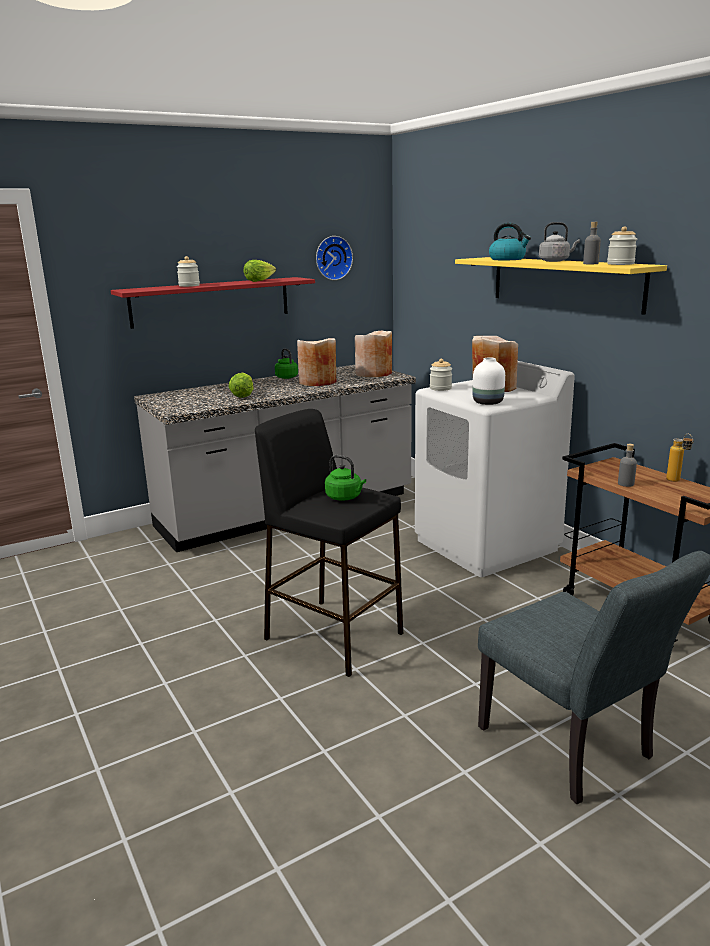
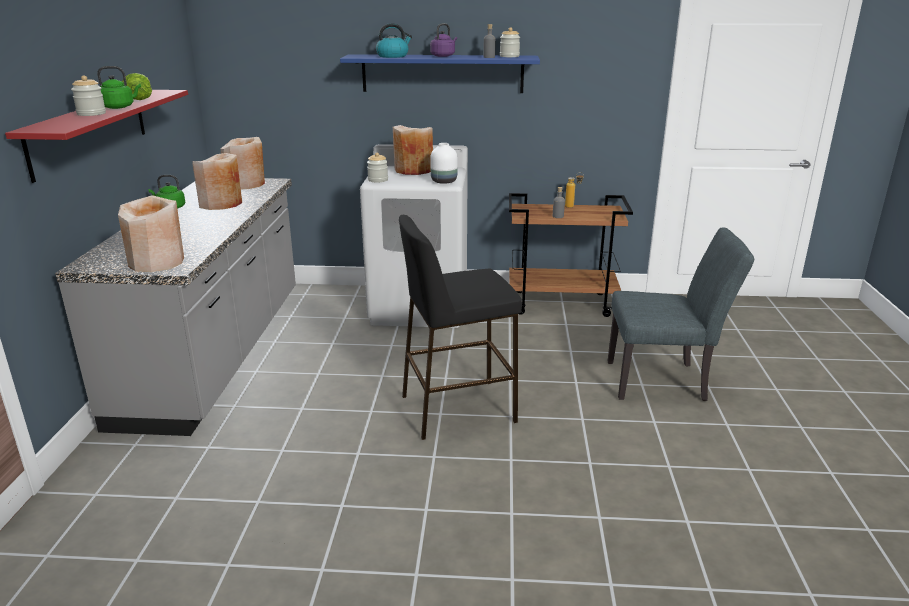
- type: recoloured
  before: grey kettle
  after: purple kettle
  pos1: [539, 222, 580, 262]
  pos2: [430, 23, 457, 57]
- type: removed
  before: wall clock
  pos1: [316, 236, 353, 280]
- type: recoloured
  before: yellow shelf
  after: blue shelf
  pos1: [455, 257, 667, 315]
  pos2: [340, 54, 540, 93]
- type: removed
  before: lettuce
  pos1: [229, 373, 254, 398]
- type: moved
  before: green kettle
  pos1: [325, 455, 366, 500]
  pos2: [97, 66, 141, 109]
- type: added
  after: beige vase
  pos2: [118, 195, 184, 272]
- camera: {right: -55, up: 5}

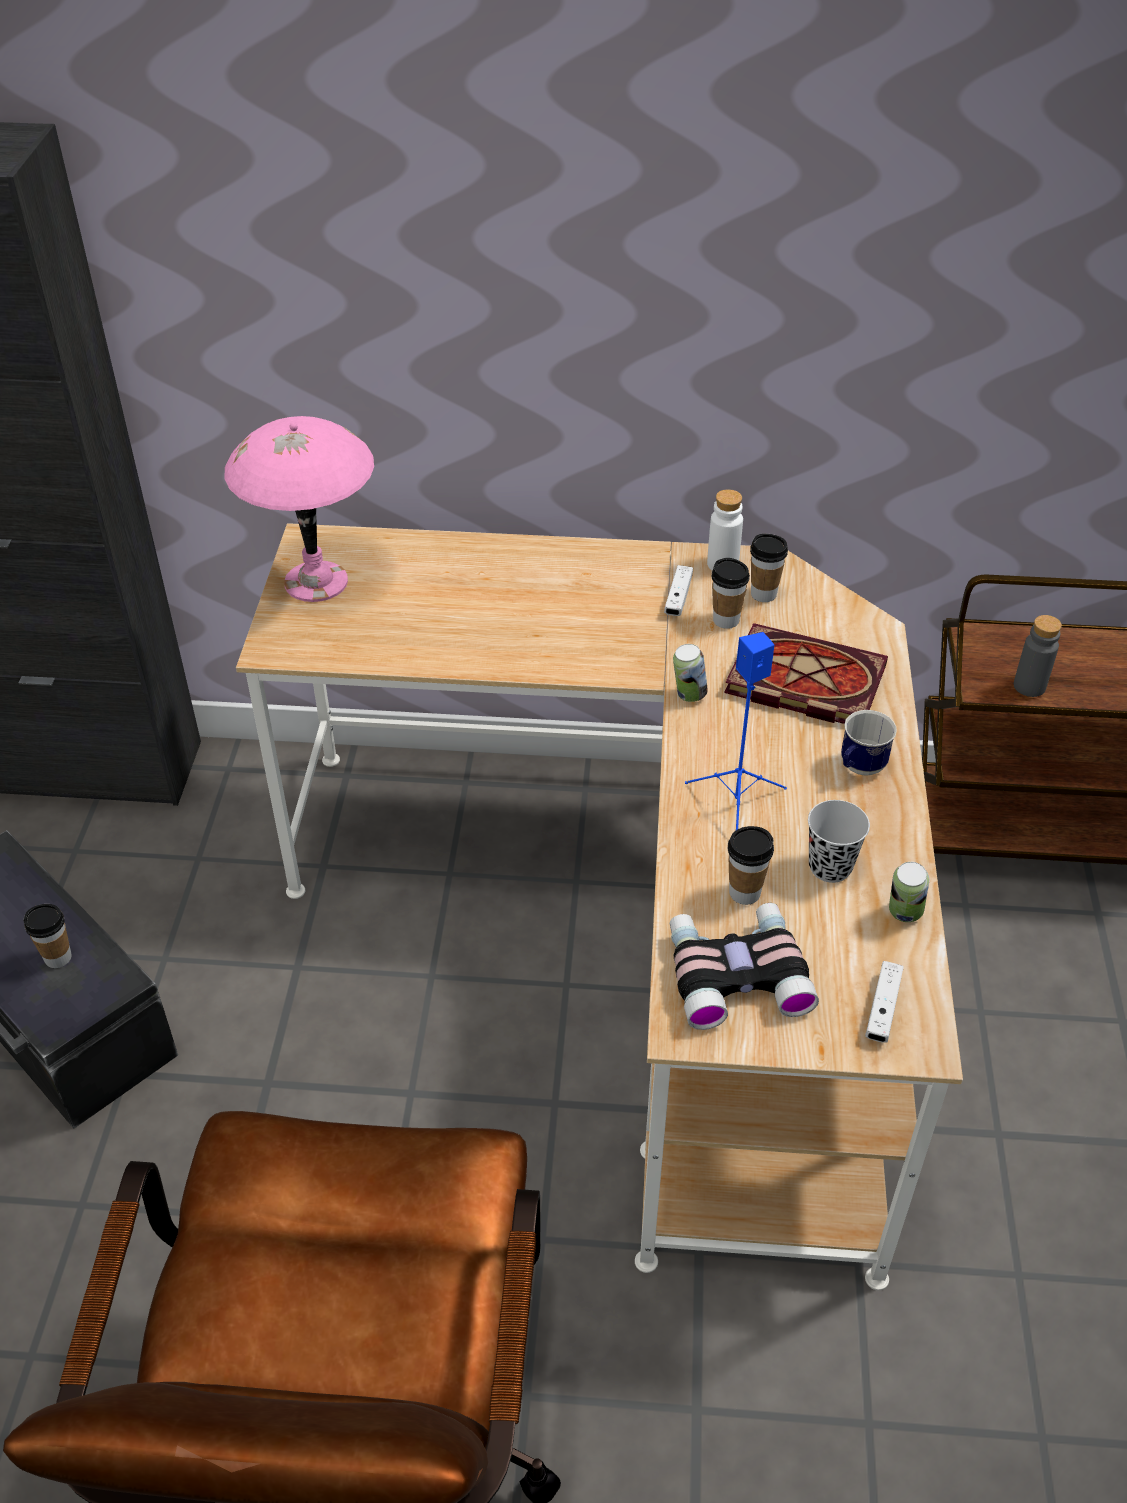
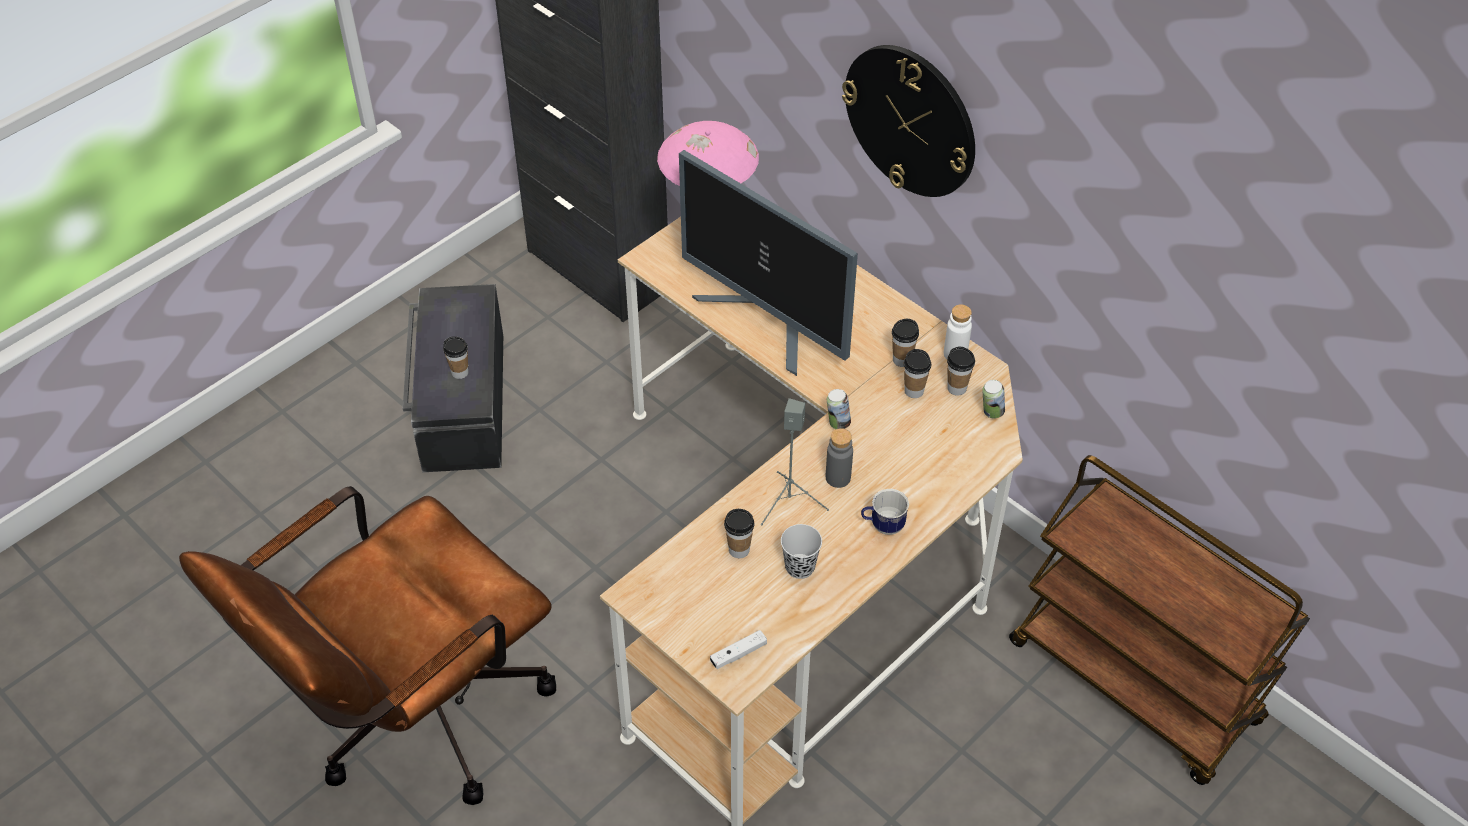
- type: replaced
  before: white game controller
  after: cup
  pos1: [664, 565, 693, 616]
  pos2: [892, 319, 919, 367]
- type: moved
  before: grey bottle
  pos1: [1014, 615, 1062, 697]
  pos2: [826, 428, 853, 488]
- type: removed
  before: book
  pos1: [725, 623, 888, 724]
- type: recoloured
  before: blue speaker
  after: grey speaker
  pos1: [685, 632, 787, 830]
  pos2: [761, 398, 829, 526]
- type: moved
  before: can
  pos1: [889, 862, 929, 922]
  pos2: [982, 380, 1005, 418]
- type: removed
  before: binoculars
  pos1: [670, 903, 819, 1030]
- type: added
  after: wall clock
  pos2: [842, 45, 975, 197]
- type: added
  after: monitor
  pos2: [679, 150, 858, 376]
- camera: {right: 40, up: 5}

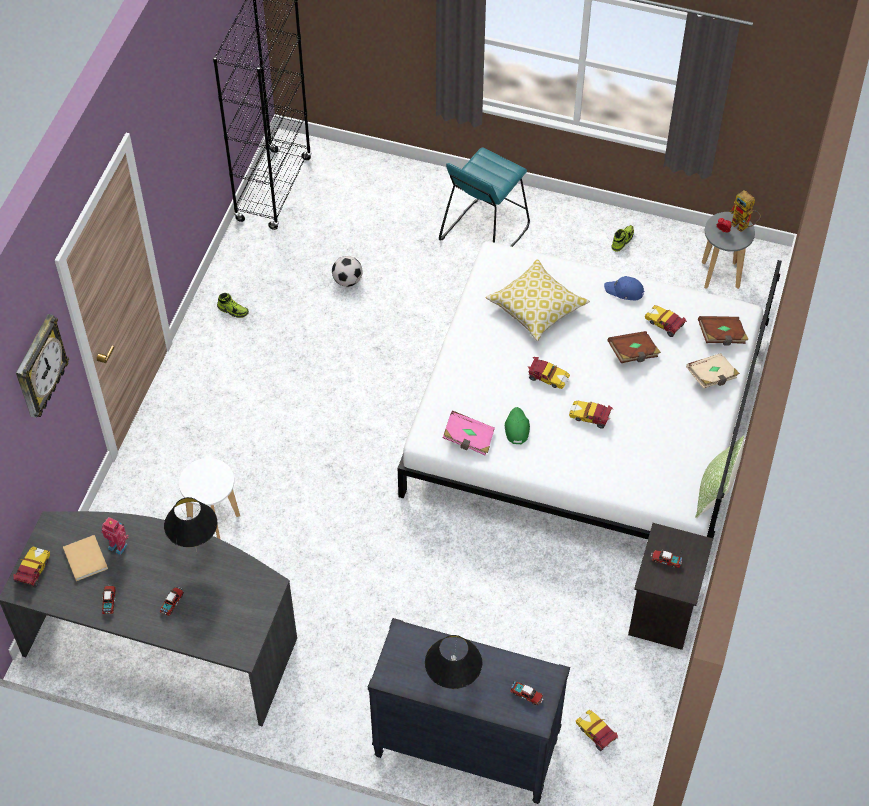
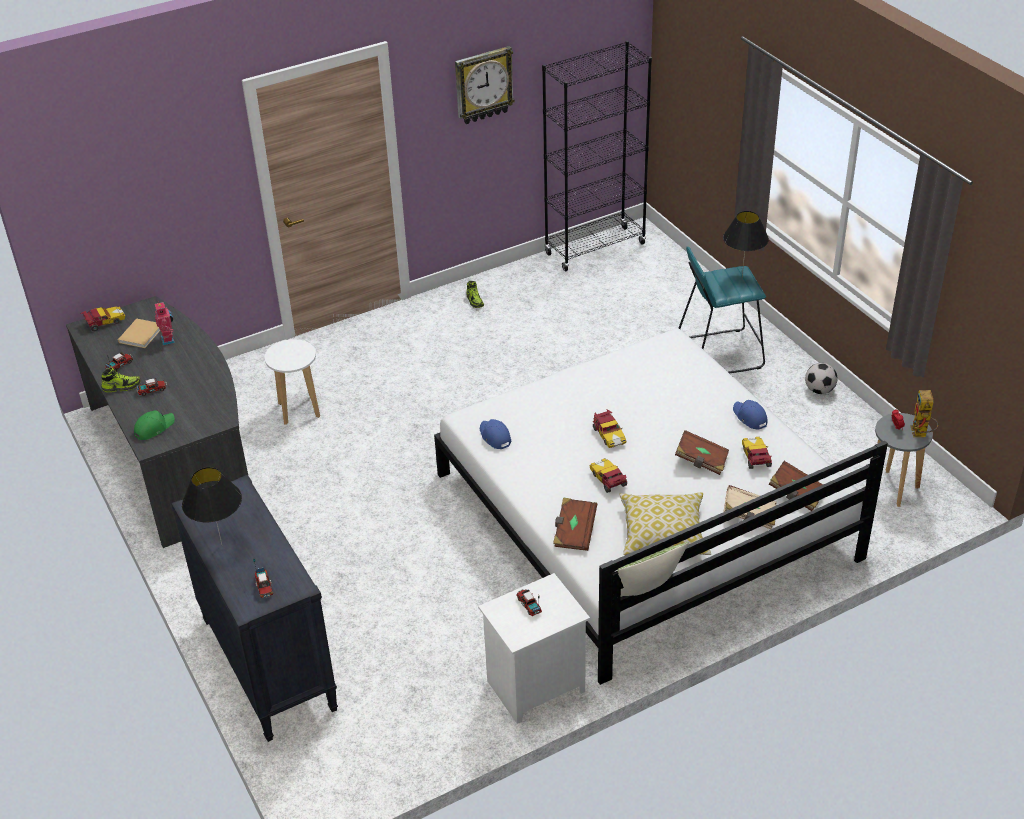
- type: moved
  before: shoe
  pos1: [611, 225, 634, 252]
  pos2: [101, 367, 141, 392]
- type: moved
  before: football
  pos1: [332, 256, 362, 287]
  pos2: [805, 363, 838, 394]
- type: moved
  before: pillow
  pos1: [486, 259, 590, 341]
  pos2: [620, 493, 711, 555]
- type: moved
  before: wall clock
  pos1: [16, 314, 69, 418]
  pos2: [455, 46, 515, 124]
- type: moved
  before: green cap
  pos1: [505, 407, 530, 444]
  pos2: [134, 410, 175, 440]
- type: replaced
  before: pink book
  after: blue cap
  pos1: [443, 410, 495, 455]
  pos2: [480, 419, 511, 449]
- type: moved
  before: black table lamp
  pos1: [164, 497, 217, 552]
  pos2: [723, 211, 769, 278]
- type: recoloured
  before: black nightstand
  after: white nightstand
  pos1: [628, 523, 713, 650]
  pos2: [478, 573, 590, 724]
- type: removed
  before: toy car
  pos1: [576, 710, 618, 751]
- type: added
  after: brown book
  pos2: [553, 497, 597, 551]
- camera: {right: 45, up: -15}

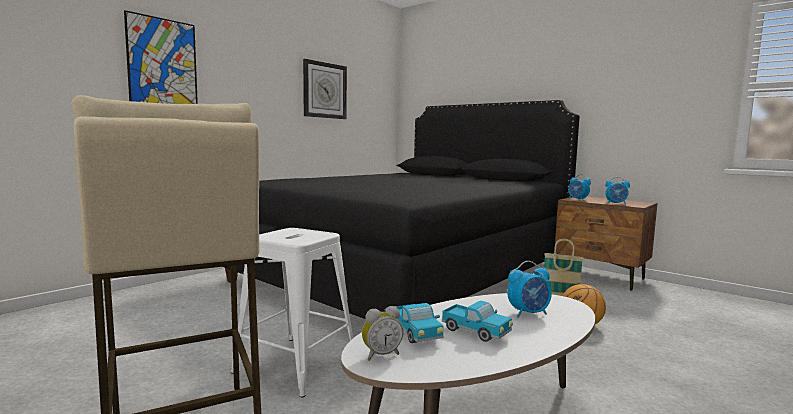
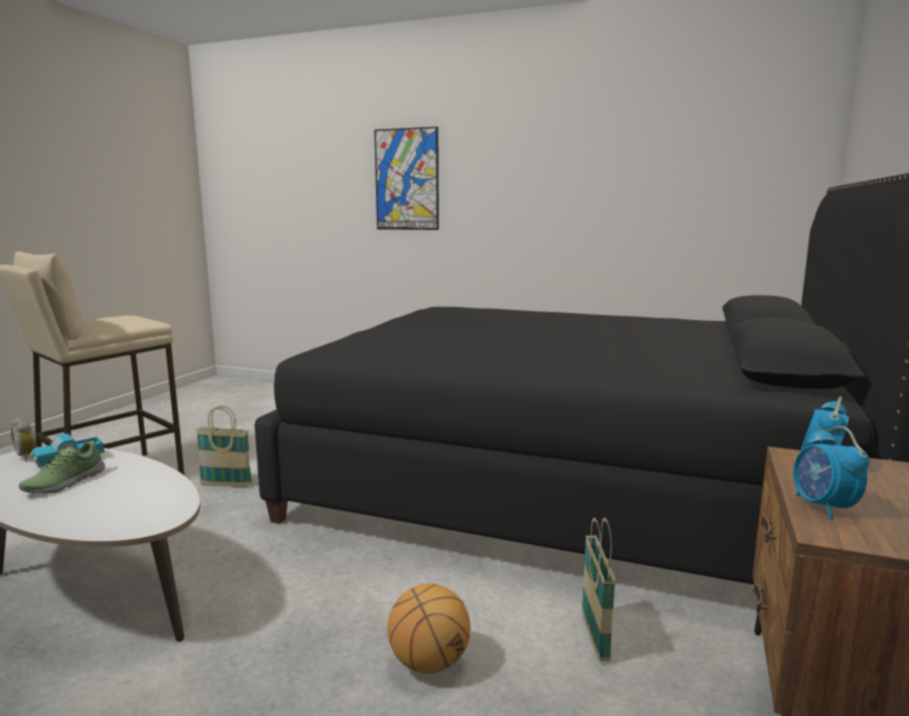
- type: removed
  before: wall clock
  pos1: [303, 59, 347, 119]
- type: replaced
  before: white stool
  after: basket
  pos1: [231, 228, 353, 397]
  pos2: [196, 406, 253, 487]
- type: removed
  before: alarm clock
  pos1: [507, 261, 551, 318]
- type: replaced
  before: toy truck
  after: shoe
  pos1: [442, 301, 513, 342]
  pos2: [19, 439, 105, 494]
- camera: {right: 70, up: 5}

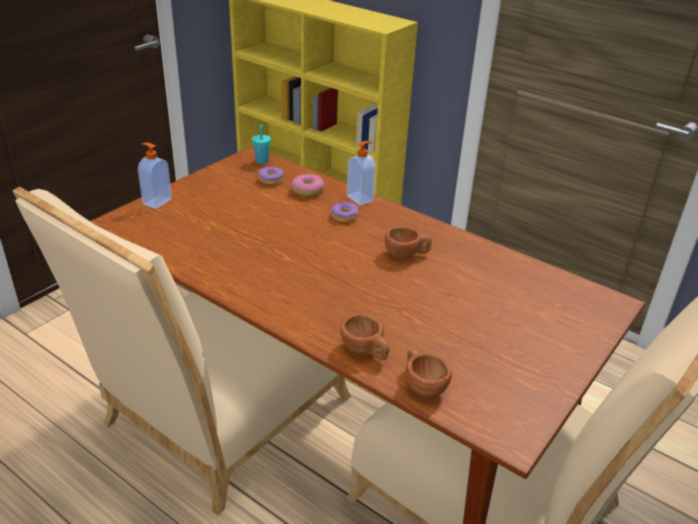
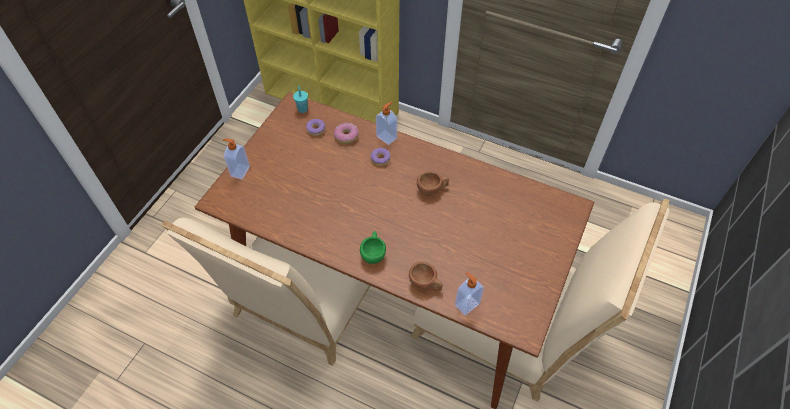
- type: replaced
  before: brown cup
  after: soap dispenser
  pos1: [405, 349, 452, 398]
  pos2: [455, 272, 484, 315]
- type: added
  after: green cup
  pos2: [360, 231, 386, 264]
- camera: {right: -10, up: 20}

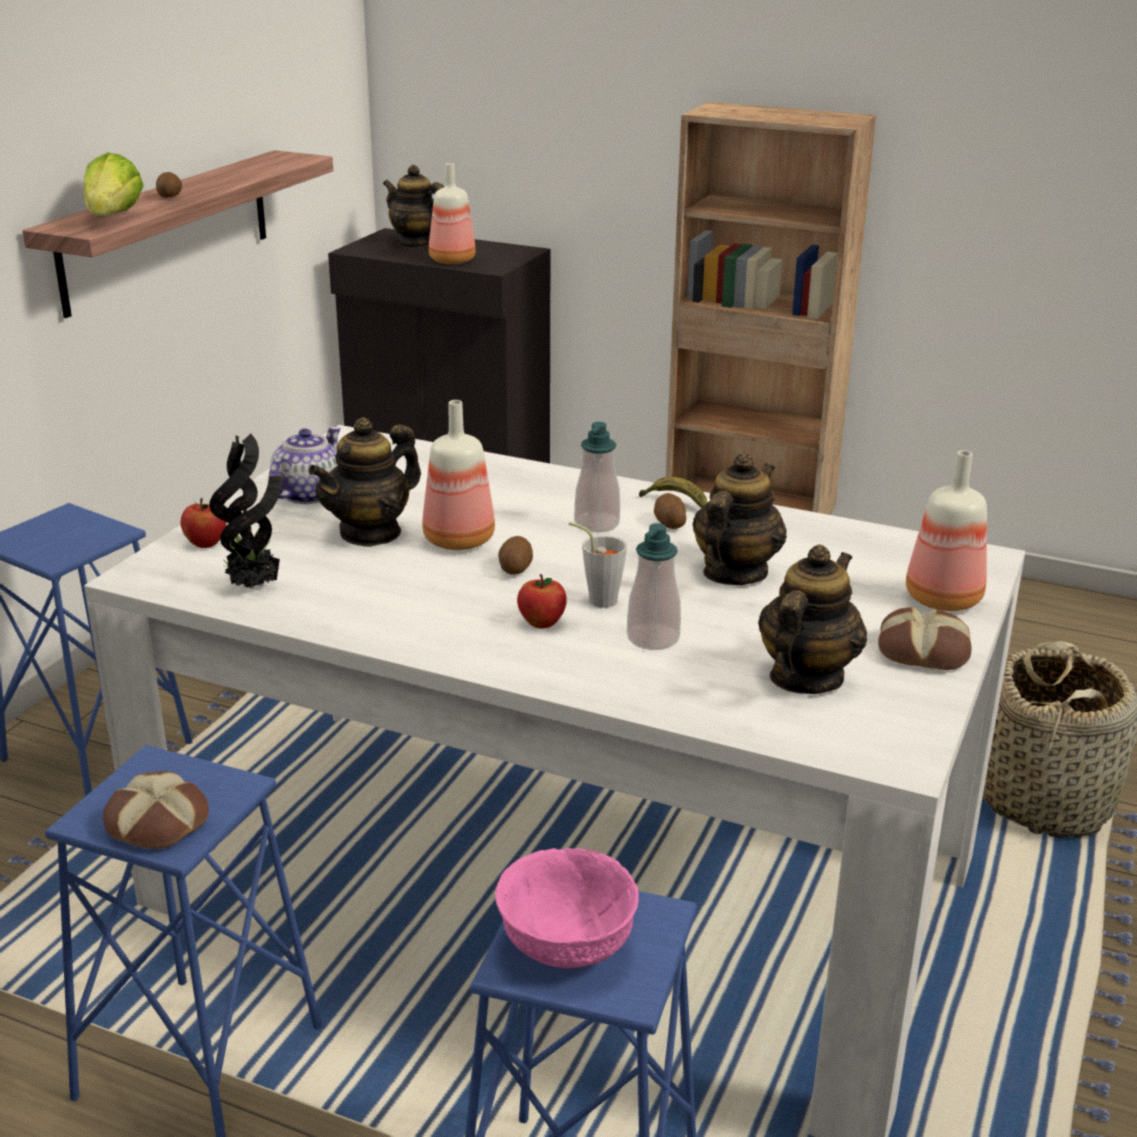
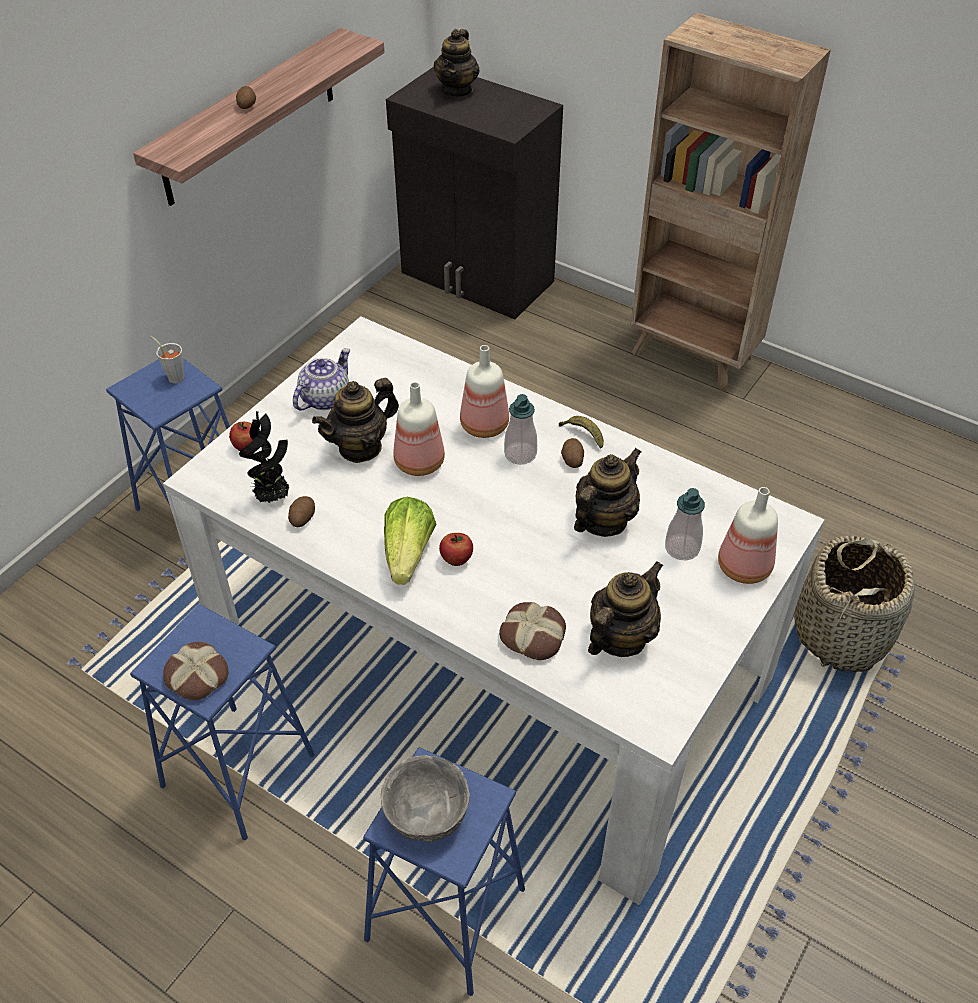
- type: moved
  before: lettuce
  pos1: [84, 152, 144, 216]
  pos2: [384, 497, 436, 585]
- type: moved
  before: bottle
  pos1: [429, 163, 476, 264]
  pos2: [460, 345, 509, 438]
- type: turned
  before: teapot
  pos1: [383, 165, 445, 248]
  pos2: [433, 29, 480, 98]
  turn: -120
- type: moved
  before: grey cup
  pos1: [569, 522, 627, 608]
  pos2: [150, 336, 184, 383]
- type: moved
  before: soap dispenser
  pos1: [627, 523, 681, 650]
  pos2: [665, 488, 705, 560]
- type: moved
  before: potato
  pos1: [498, 536, 533, 575]
  pos2: [288, 496, 315, 527]
- type: moved
  before: bread
  pos1: [878, 607, 972, 670]
  pos2: [499, 602, 566, 660]
- type: recoloured
  before: pink bowl
  after: grey bowl
  pos1: [495, 848, 639, 969]
  pos2: [381, 755, 470, 842]
- camera: {right: 10, up: 20}

